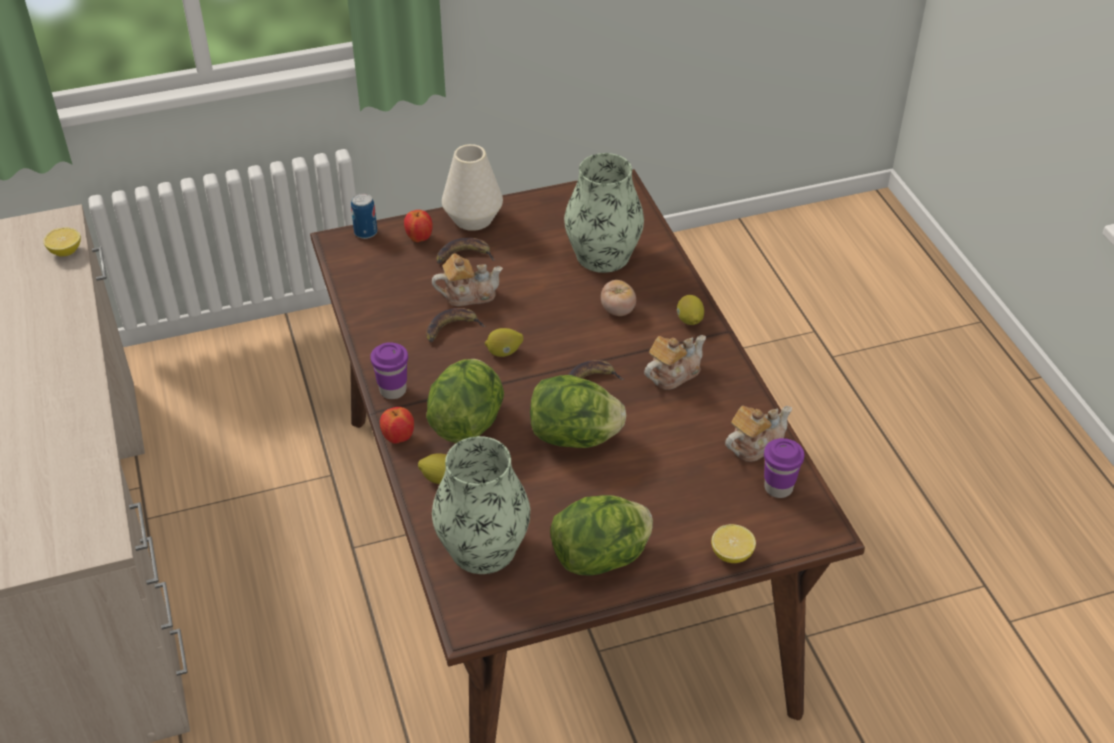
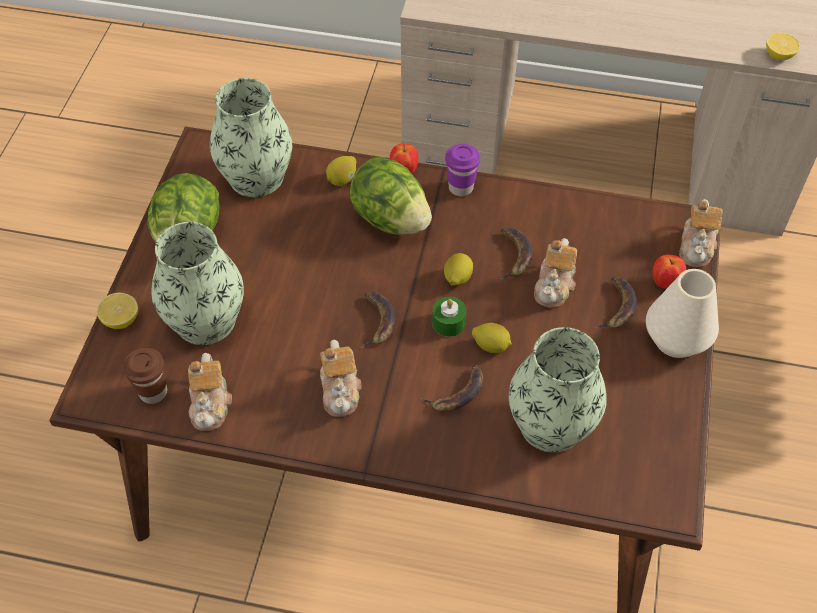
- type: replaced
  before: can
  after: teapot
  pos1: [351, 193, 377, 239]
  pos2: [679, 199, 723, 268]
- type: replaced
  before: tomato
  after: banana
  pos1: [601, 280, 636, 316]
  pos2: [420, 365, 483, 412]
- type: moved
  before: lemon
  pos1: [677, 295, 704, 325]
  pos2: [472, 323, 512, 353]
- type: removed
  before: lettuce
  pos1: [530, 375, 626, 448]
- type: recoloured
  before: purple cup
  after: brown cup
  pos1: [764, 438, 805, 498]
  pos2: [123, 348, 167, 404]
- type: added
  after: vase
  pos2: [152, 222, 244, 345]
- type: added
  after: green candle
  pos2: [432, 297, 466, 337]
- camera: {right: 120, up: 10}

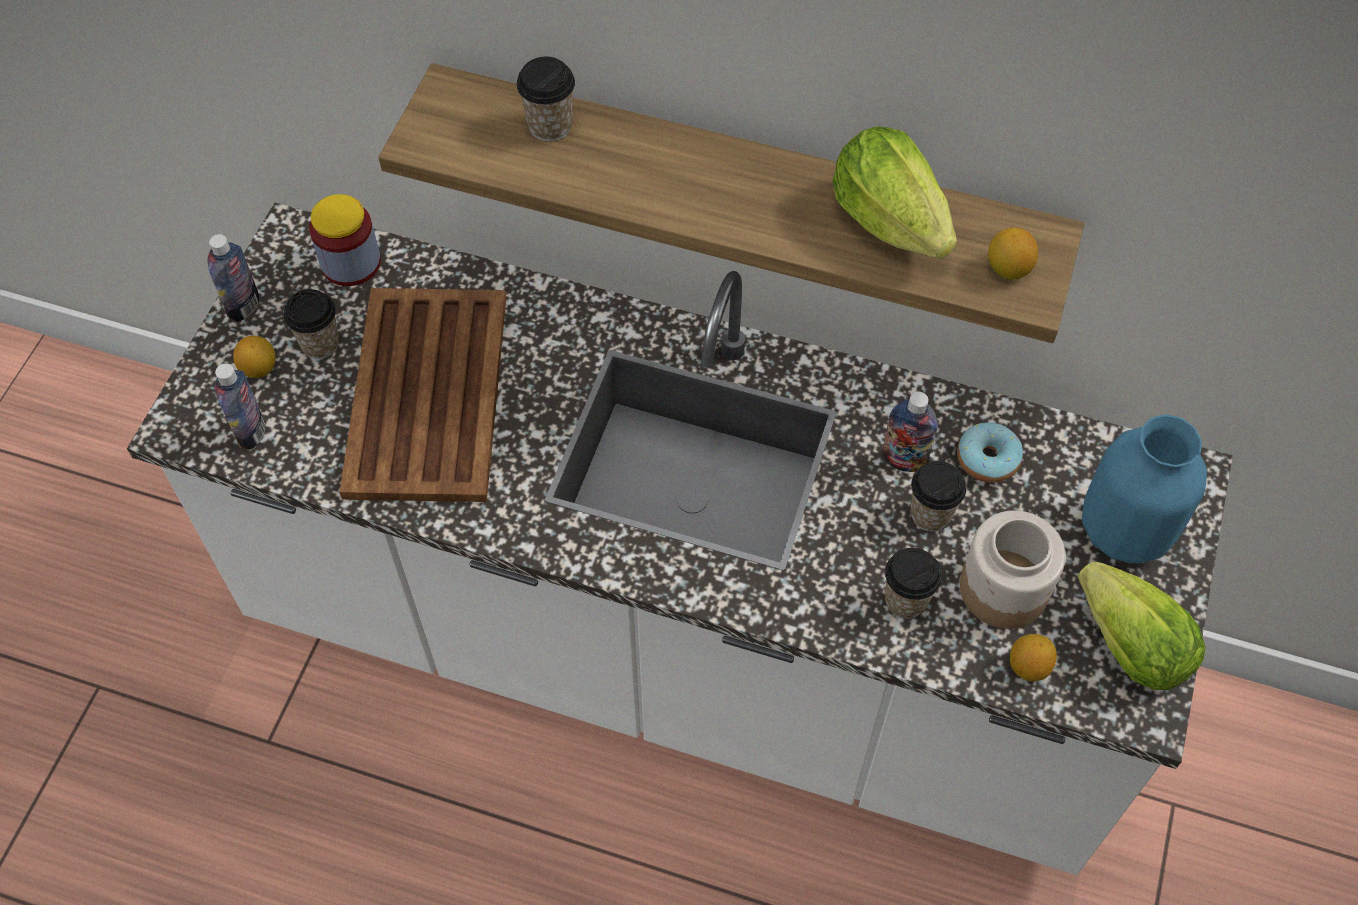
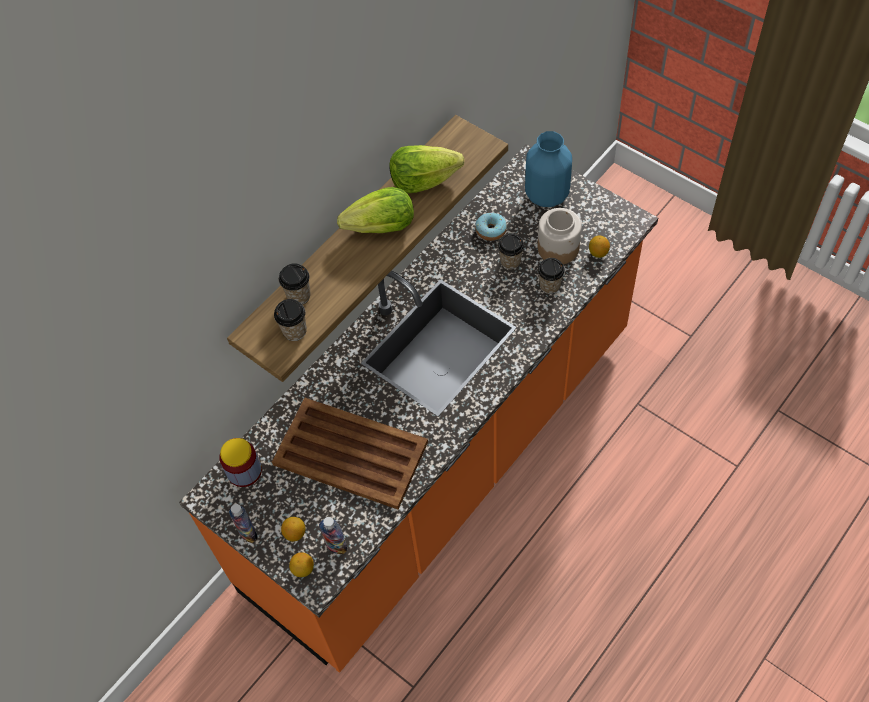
- type: recoloured
  before: white counter
  after: orange counter
  pos1: [127, 202, 1233, 875]
  pos2: [179, 145, 658, 672]
- type: moved
  before: lemon
  pos1: [988, 228, 1038, 280]
  pos2: [289, 552, 314, 577]
- type: moved
  before: cup
  pos1: [284, 289, 339, 359]
  pos2: [274, 299, 307, 341]
- type: removed
  before: bottle
  pos1: [882, 392, 938, 472]
- type: moved
  before: lettuce
  pos1: [1077, 561, 1206, 690]
  pos2: [337, 187, 414, 233]
- camera: {right: -65, up: 0}

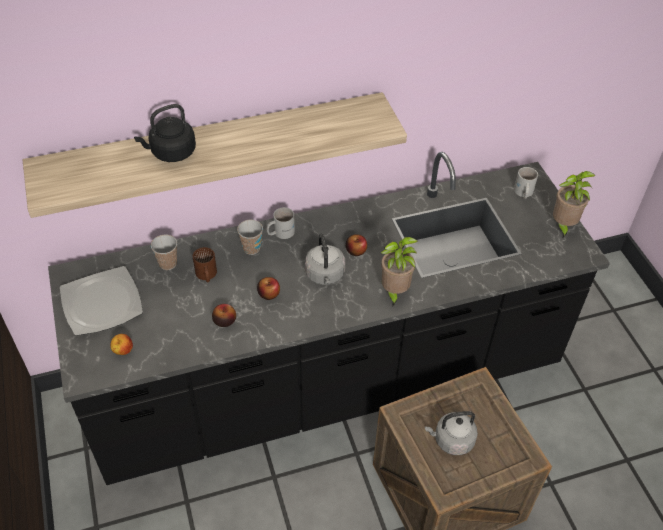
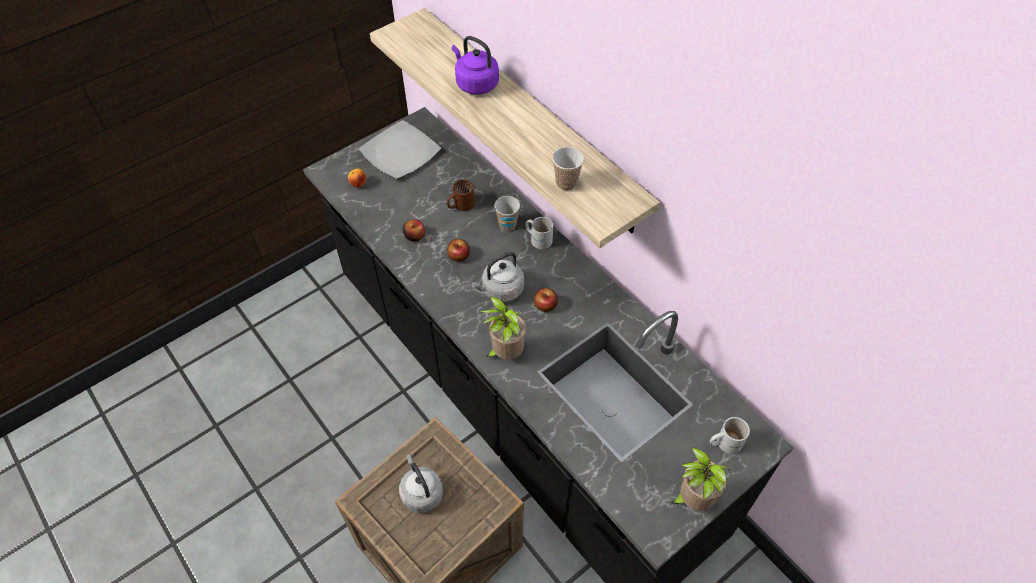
- type: recoloured
  before: black kettle
  after: purple kettle
  pos1: [134, 104, 196, 162]
  pos2: [452, 36, 499, 95]
- type: moved
  before: cup
  pos1: [151, 235, 177, 270]
  pos2: [552, 147, 584, 191]
- camera: {right: 70, up: 5}

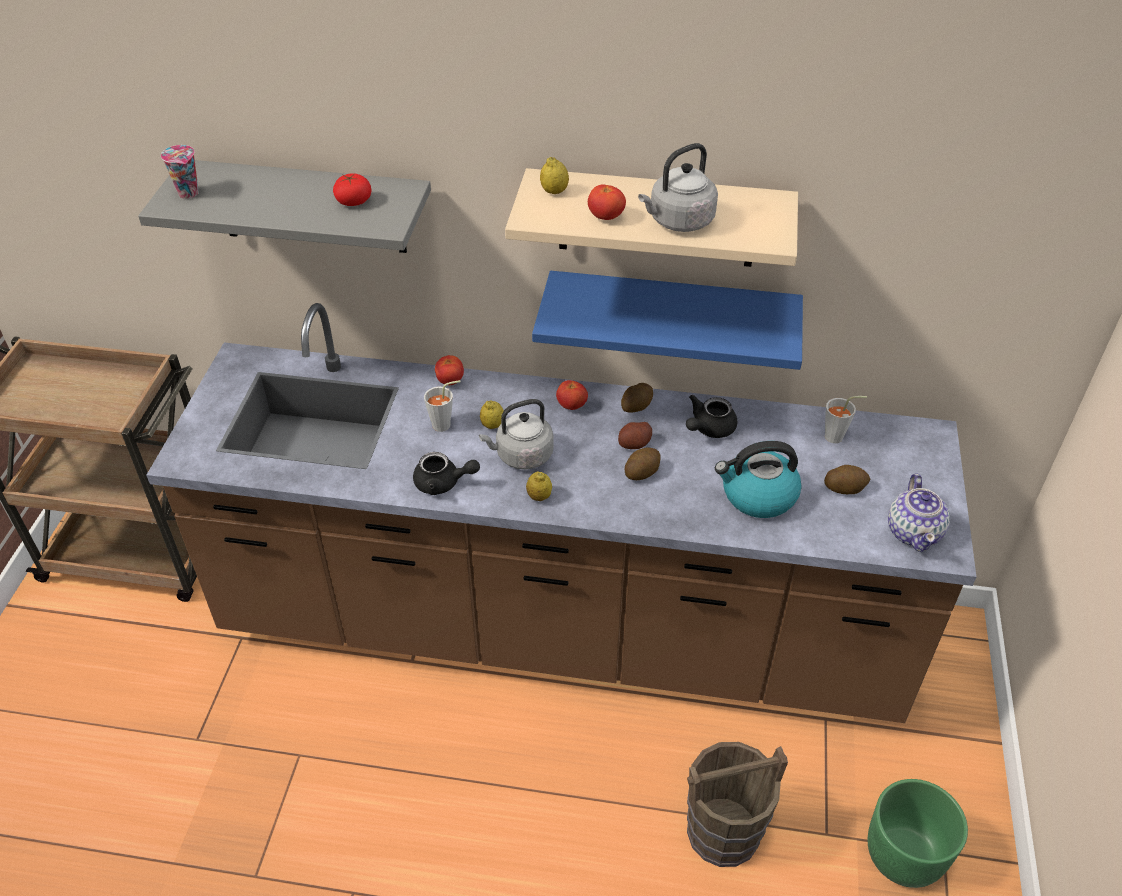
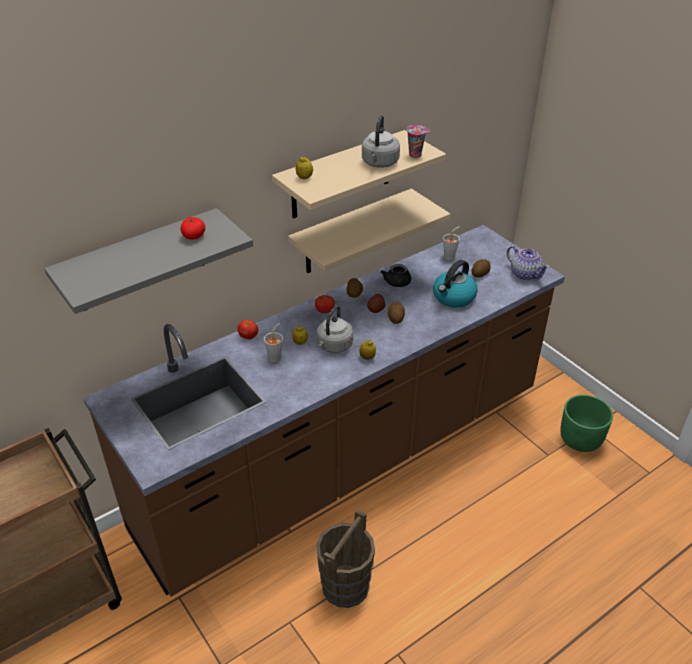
- type: moved
  before: cup
  pos1: [161, 145, 199, 199]
  pos2: [407, 125, 430, 158]
- type: removed
  before: tomato
  pos1: [588, 184, 626, 220]
- type: recoloured
  before: blue shelf
  after: beige shelf
  pos1: [532, 271, 803, 370]
  pos2: [288, 189, 450, 273]
- type: removed
  before: black teapot
  pos1: [413, 452, 480, 495]
- type: moved
  before: brown bucket
  pos1: [687, 742, 788, 867]
  pos2: [316, 509, 375, 608]
- camera: {right: -45, up: -5}

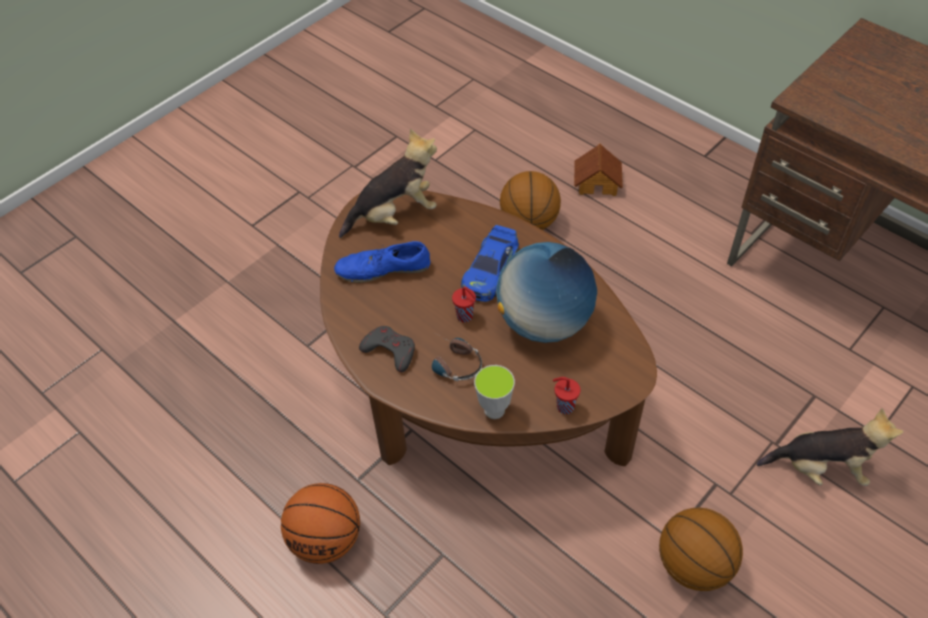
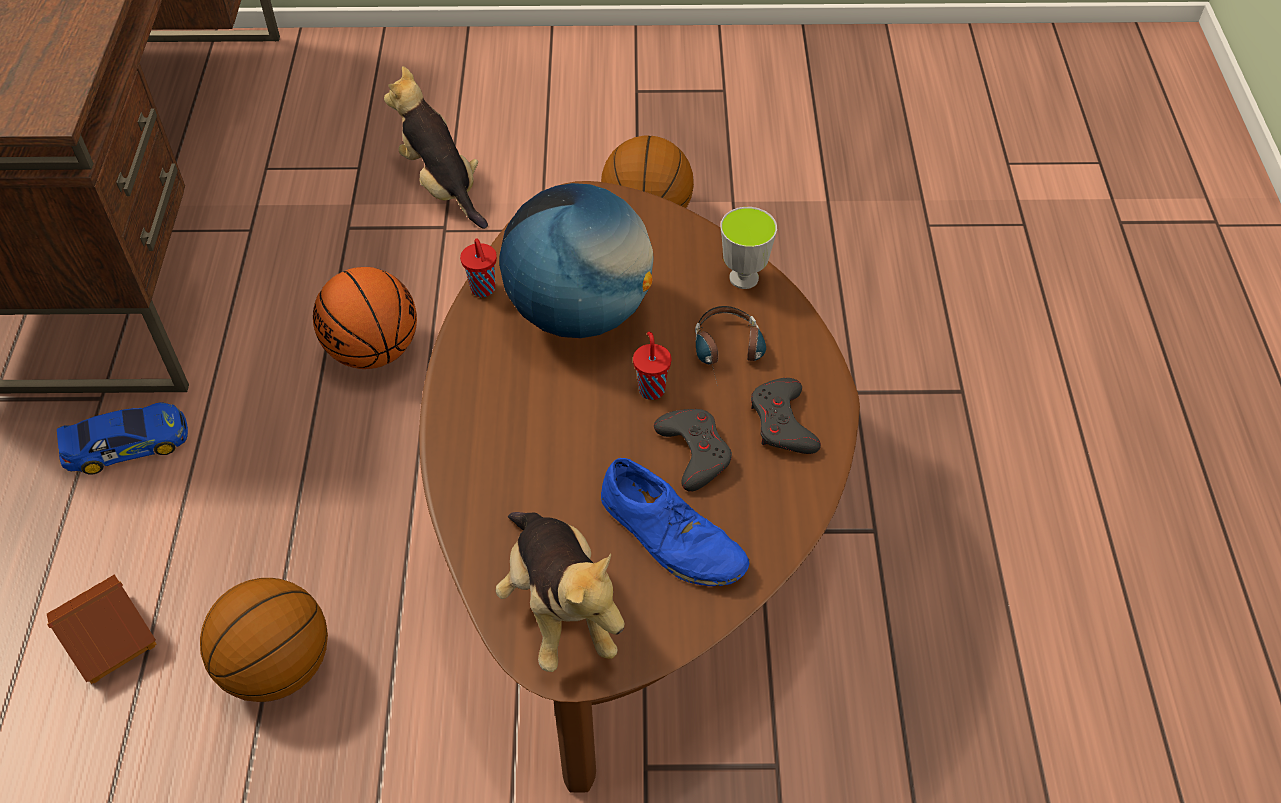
- type: turned
  before: plush toy
  pos1: [339, 129, 437, 238]
  pos2: [495, 512, 624, 672]
  turn: -135
- type: moved
  before: toy car
  pos1: [461, 225, 519, 302]
  pos2: [57, 402, 188, 475]
- type: moved
  before: red cup
  pos1: [553, 377, 580, 414]
  pos2: [460, 238, 497, 297]
- type: moved
  before: basketball
  pos1: [281, 483, 360, 564]
  pos2: [313, 267, 417, 369]
- type: added
  after: grey game controller
  pos2: [654, 409, 732, 492]
- camera: {right: -135, up: 0}

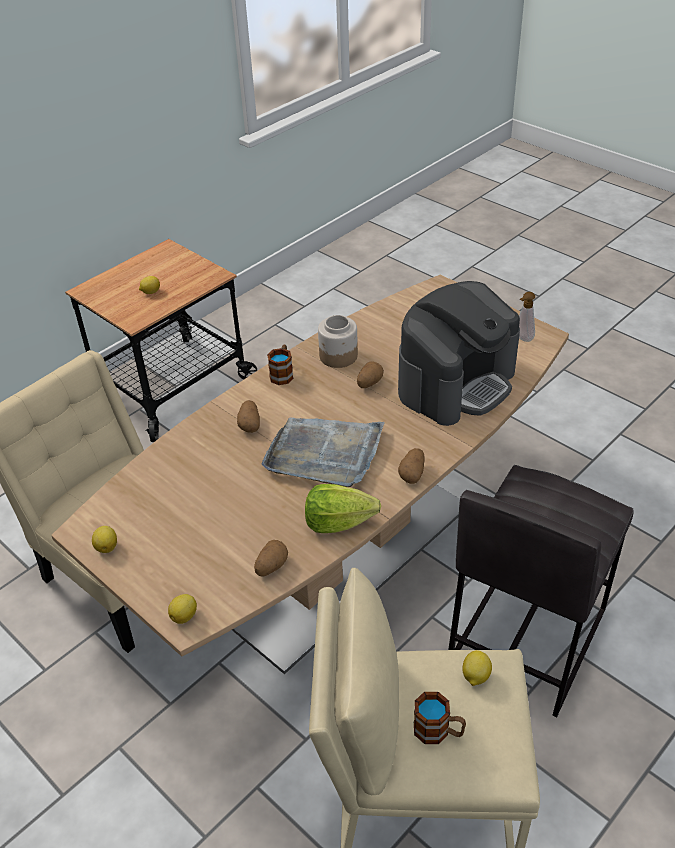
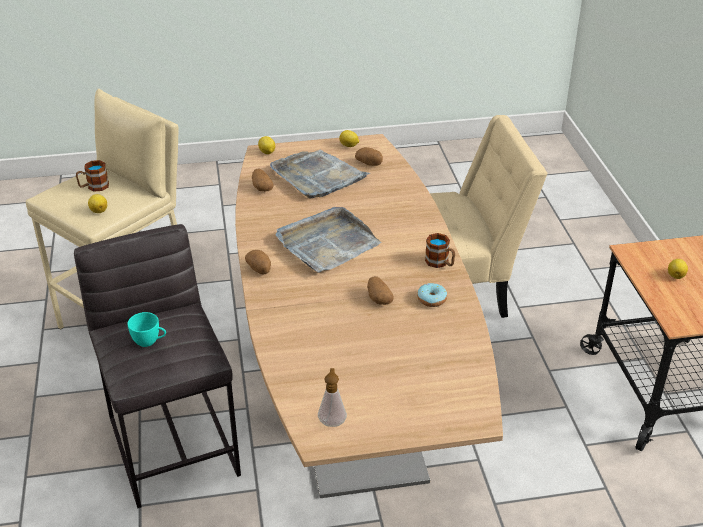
- type: removed
  before: coffee machine
  pos1: [398, 281, 520, 426]
- type: replaced
  before: jar
  after: donut
  pos1: [318, 315, 358, 368]
  pos2: [417, 283, 447, 307]
- type: moved
  before: potato
  pos1: [237, 400, 260, 433]
  pos2: [355, 147, 383, 166]
- type: removed
  before: lettuce
  pos1: [305, 484, 381, 533]
- type: added
  after: grey tray
  pos2: [270, 150, 370, 198]
- type: added
  after: turquoise cup
  pos2: [127, 312, 166, 347]
- camera: {right: 125, up: -5}

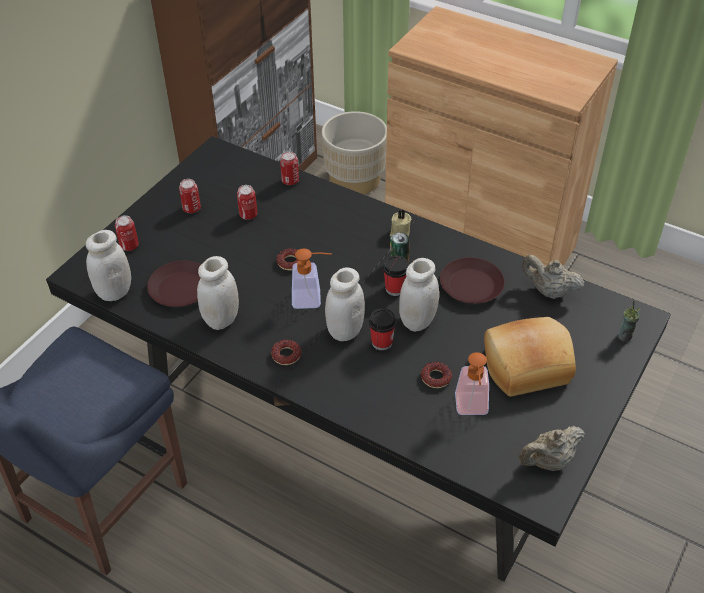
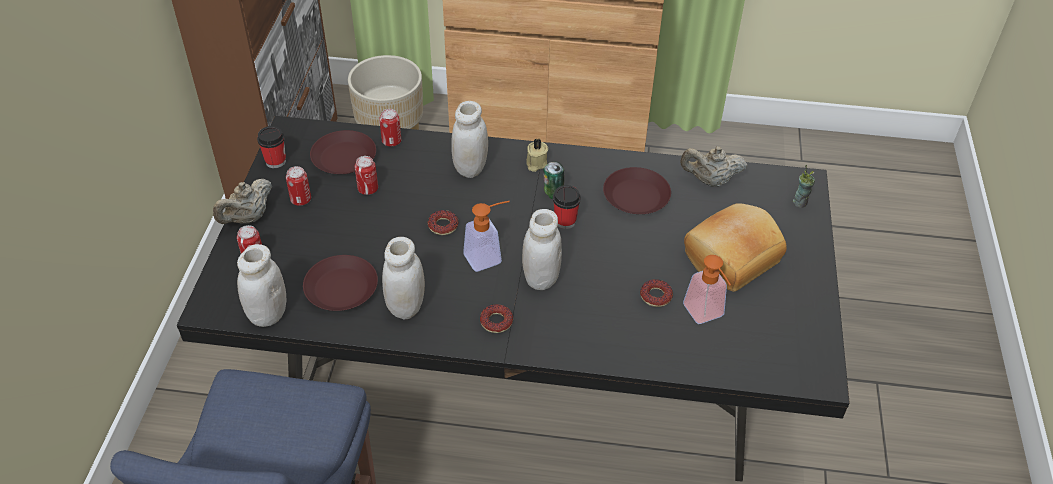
- type: moved
  before: white jar
  pos1: [399, 258, 439, 332]
  pos2: [451, 101, 488, 178]
- type: moved
  before: cup
  pos1: [369, 308, 396, 351]
  pos2: [257, 126, 286, 168]
- type: moved
  before: beige teapot
  pos1: [519, 426, 585, 471]
  pos2: [213, 179, 272, 224]
- type: added
  after: brown plate
  pos2: [310, 130, 376, 174]
- camera: {right: -25, up: 0}

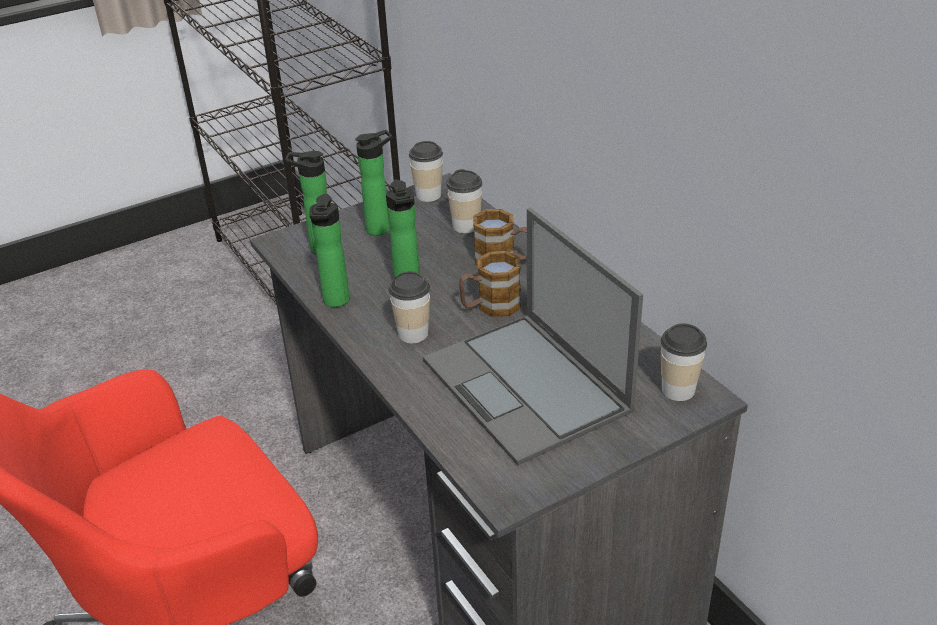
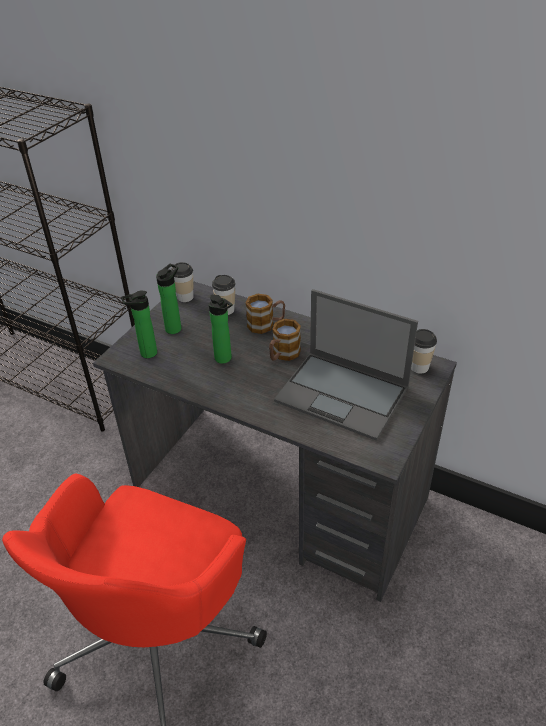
- type: removed
  before: bottle
  pos1: [309, 193, 350, 307]
- type: removed
  before: cup
  pos1: [388, 271, 430, 343]
- camera: {right: -30, up: 5}

